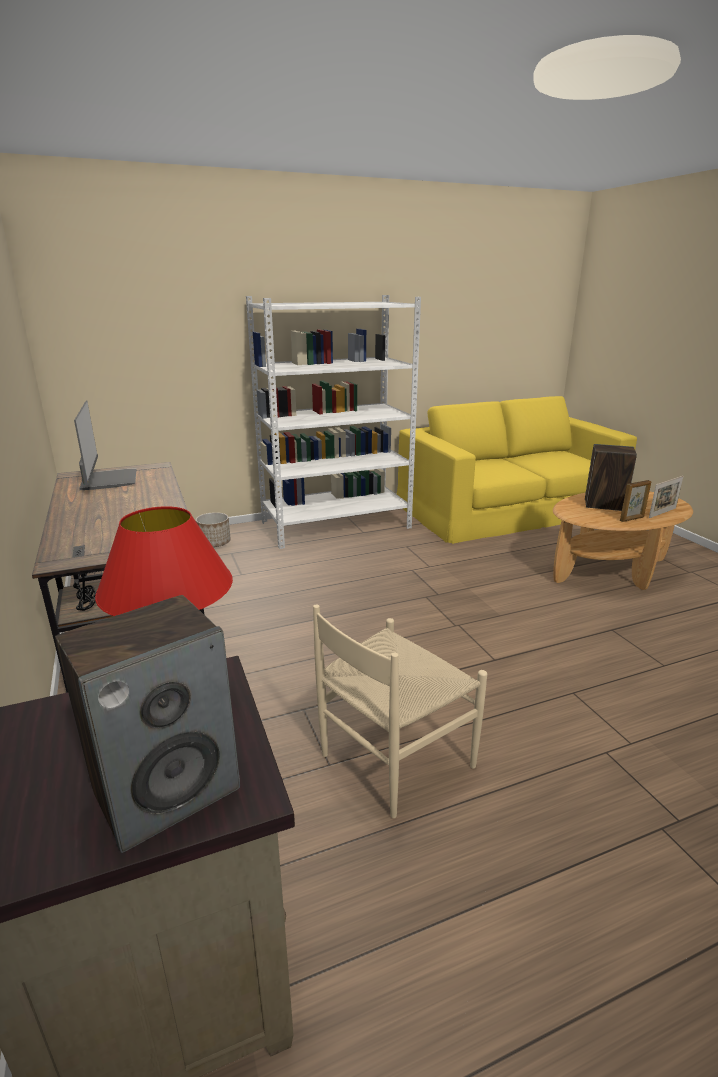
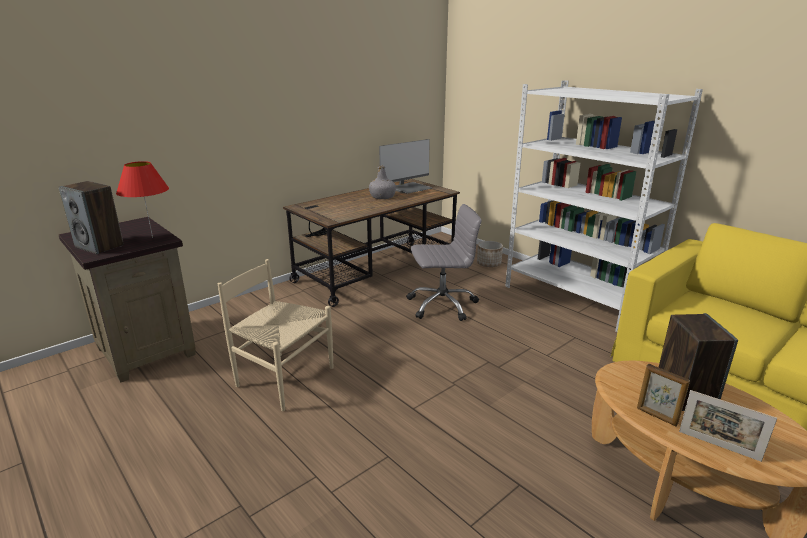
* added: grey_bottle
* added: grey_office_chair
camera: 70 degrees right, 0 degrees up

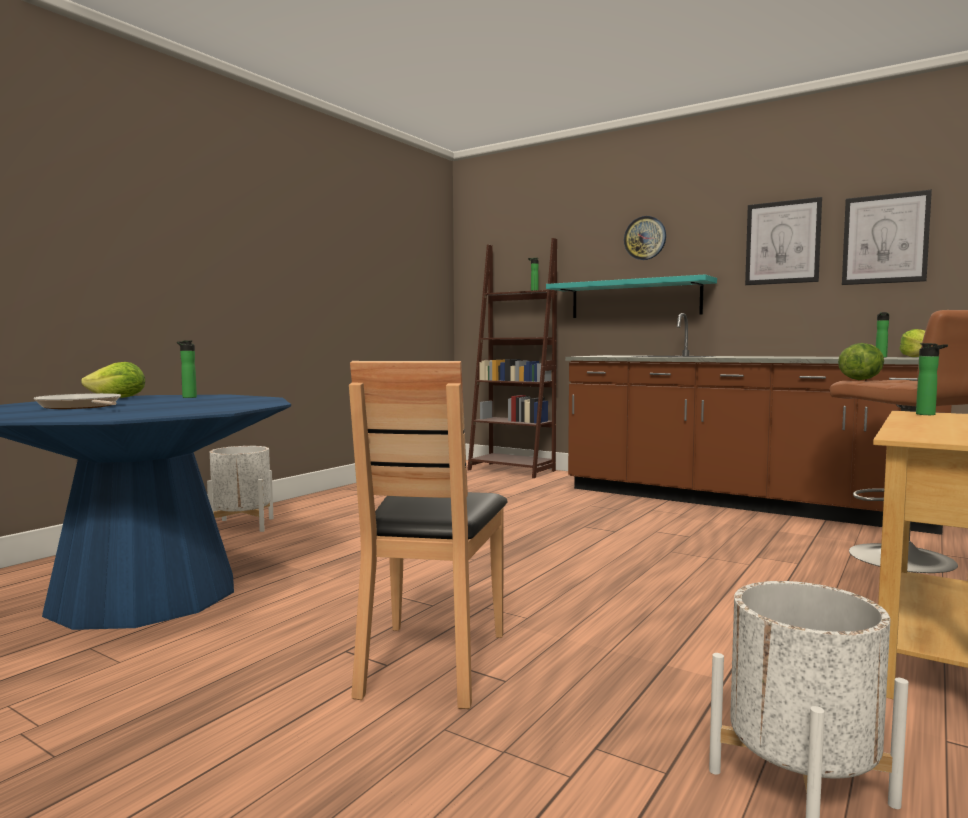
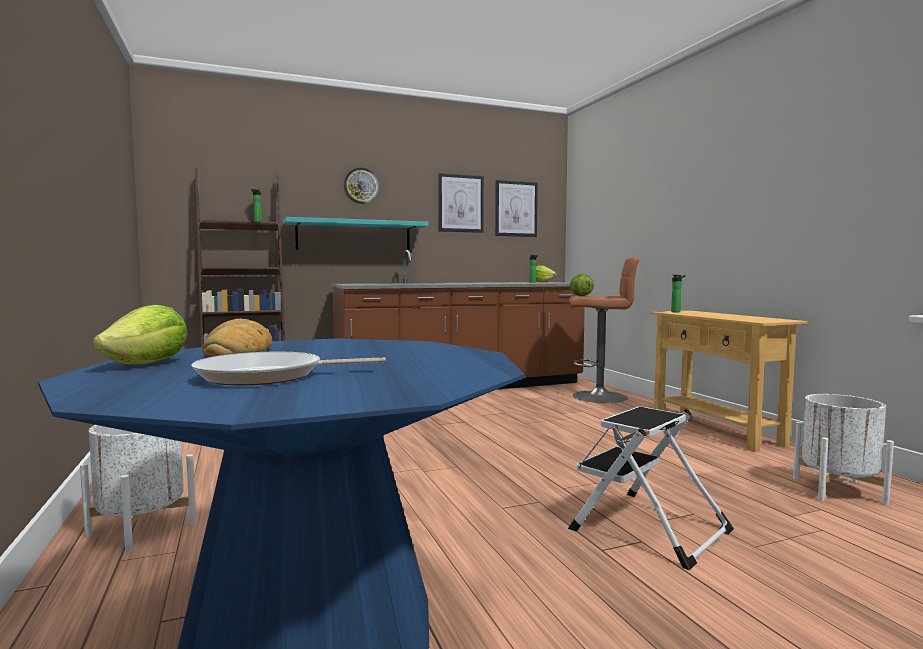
* replaced: bottle (1st from left) to bread
* replaced: brown_chair to step_ladder
camera: 55 degrees left, 0 degrees up

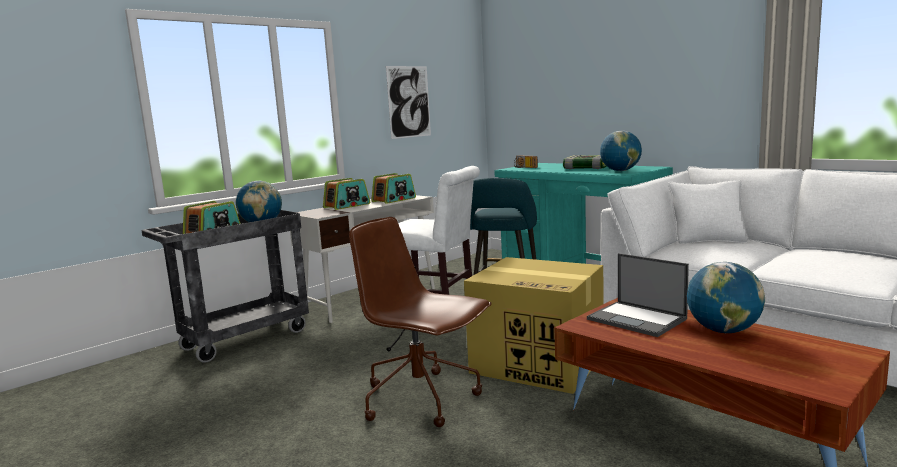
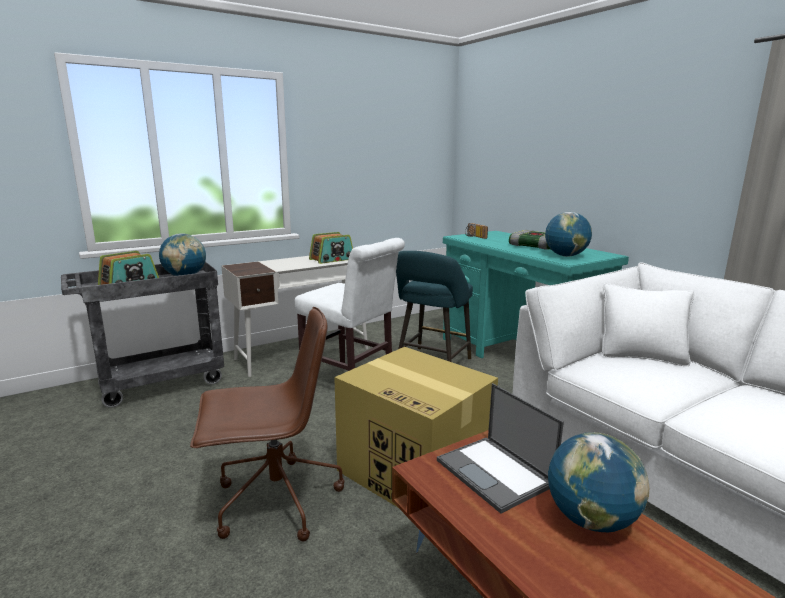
* removed: radio (2nd from left)
* turned: brown_office_chair 120 degrees clockwise
* removed: picture
camera: 10 degrees right, 5 degrees up

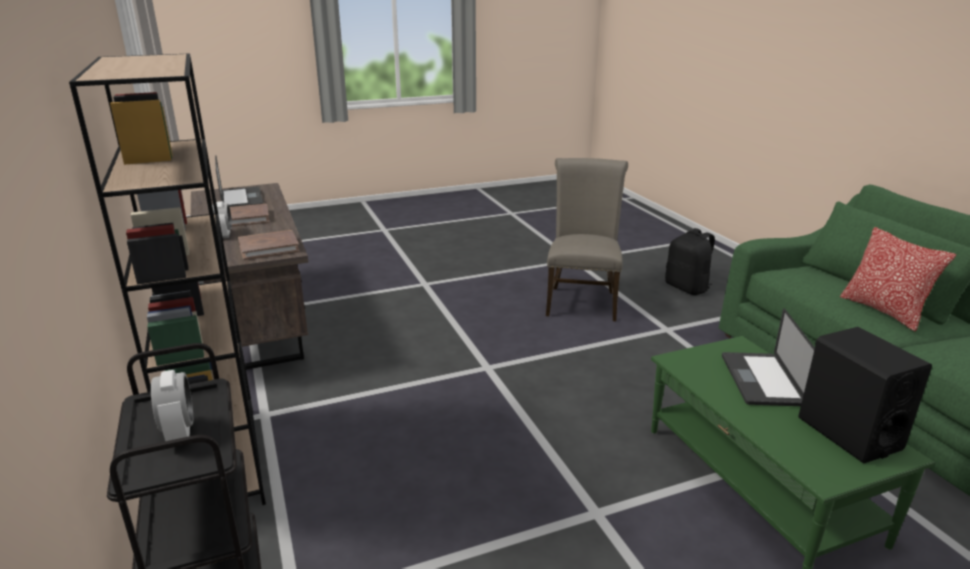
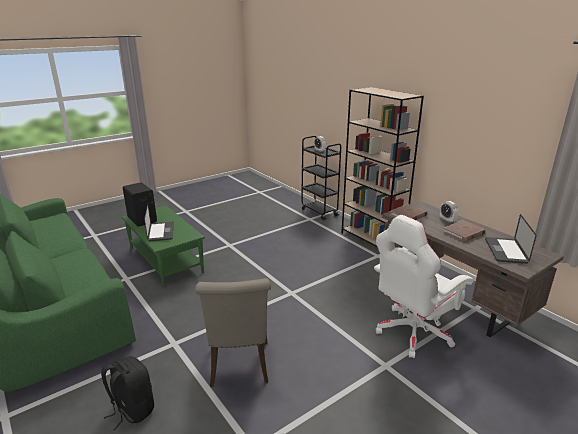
* turned: laptop (1st from left in the first image) 45 degrees clockwise
* removed: pillow
* added: white_office_chair
camera: 165 degrees right, 0 degrees up

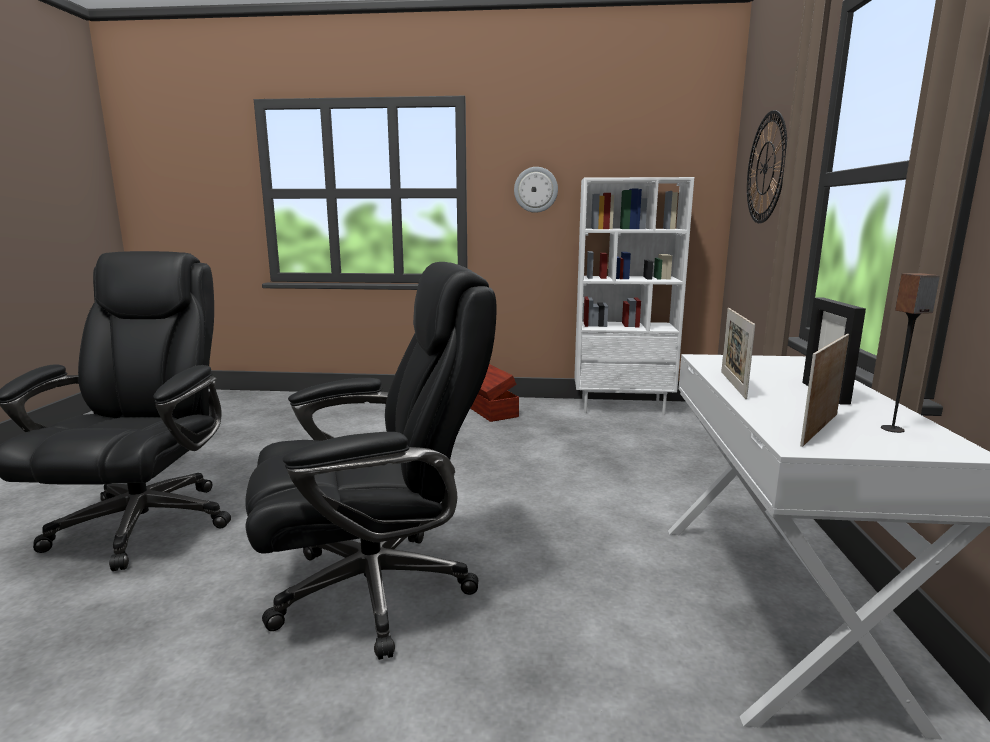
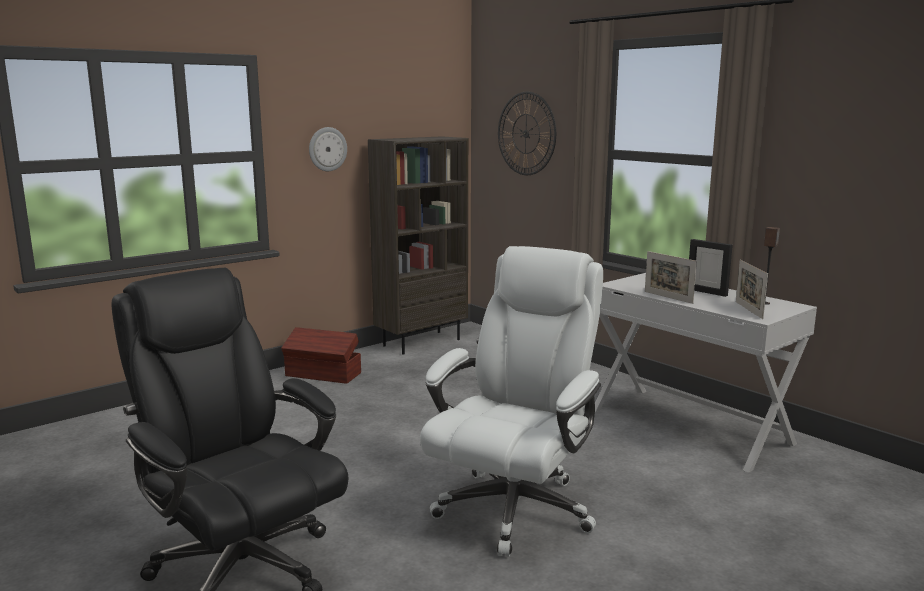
* recoloured: black_office_chair (2nd from left) to white_office_chair
* recoloured: white_bookcase to brown_bookcase
camera: 45 degrees left, 0 degrees up

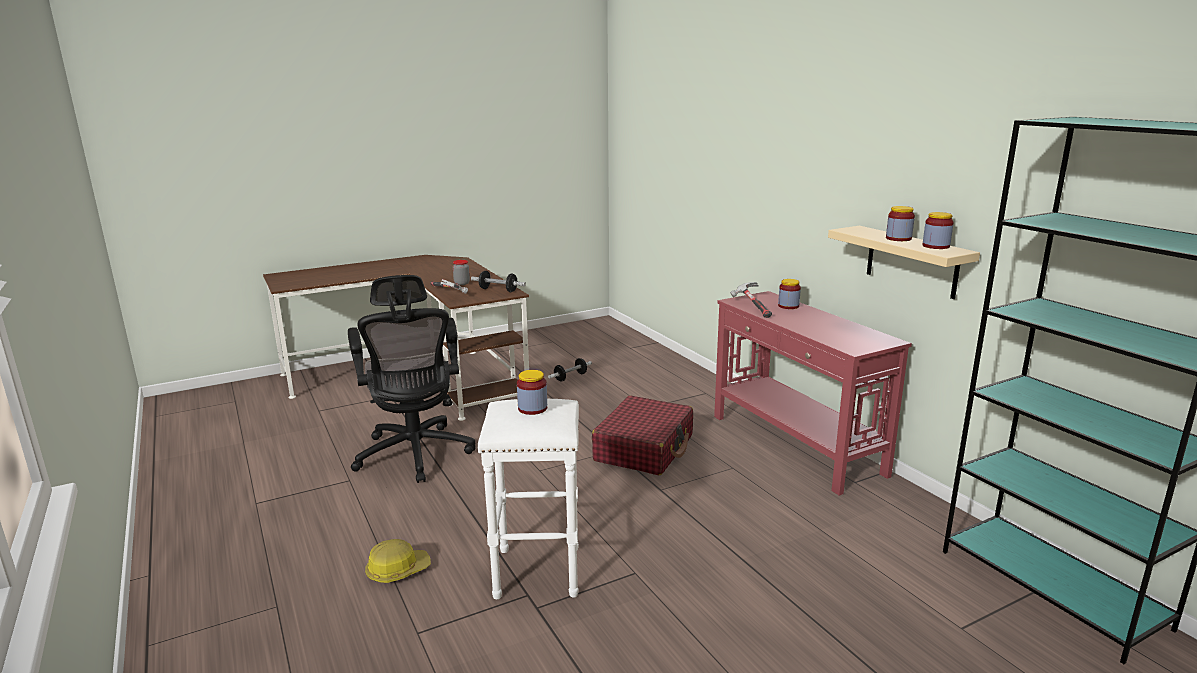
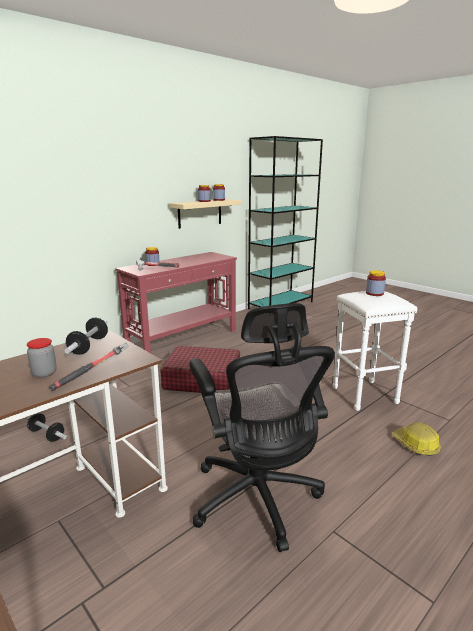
* turned: office_chair 105 degrees clockwise
camera: 105 degrees left, 0 degrees up

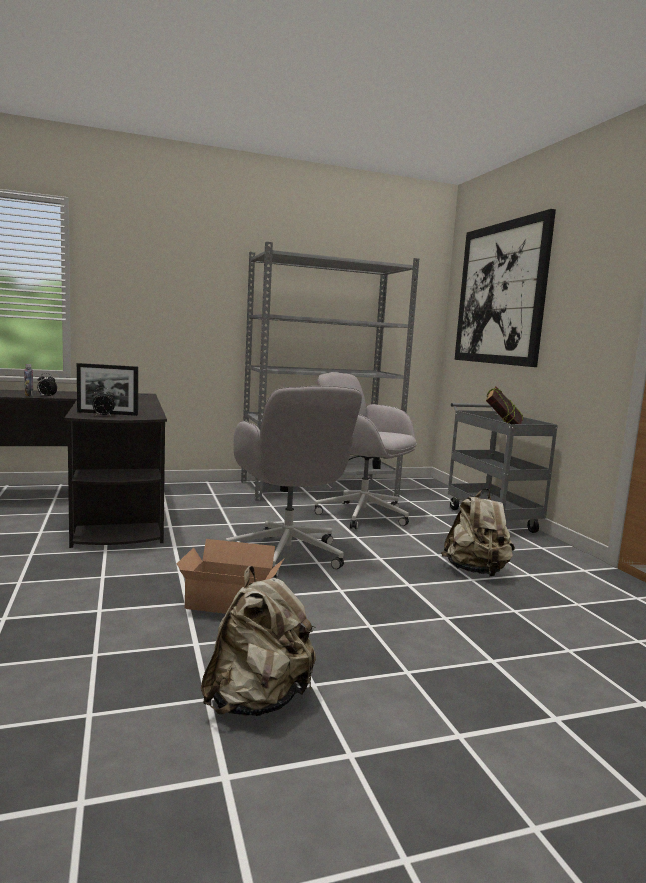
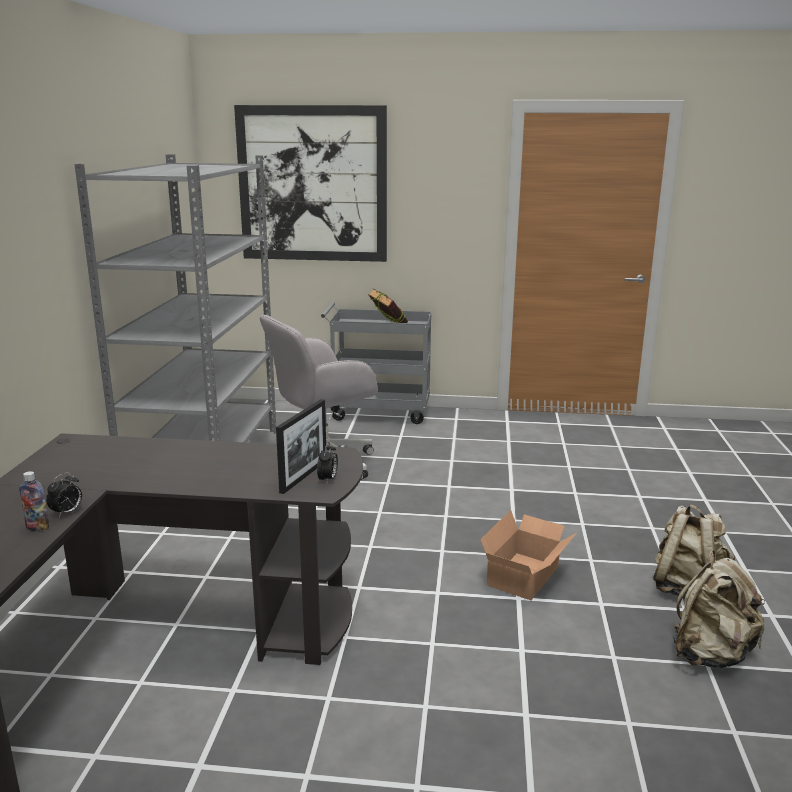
* removed: grey_office_chair (1st from left)
* moved: beige_backpack (2nd from left)
camera: 65 degrees left, 10 degrees up

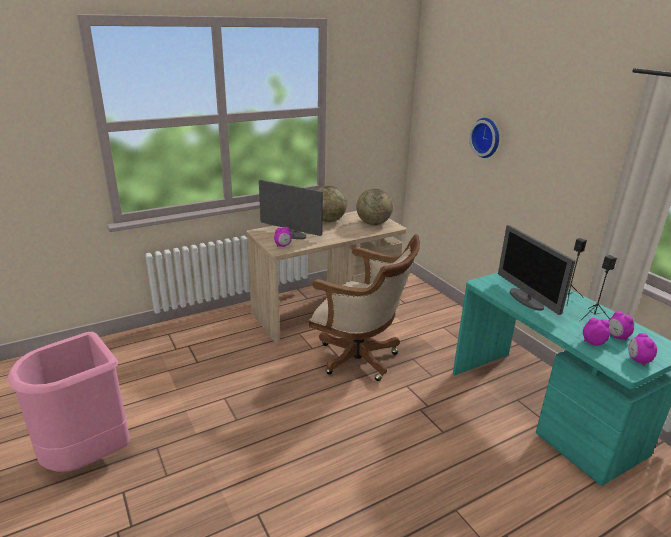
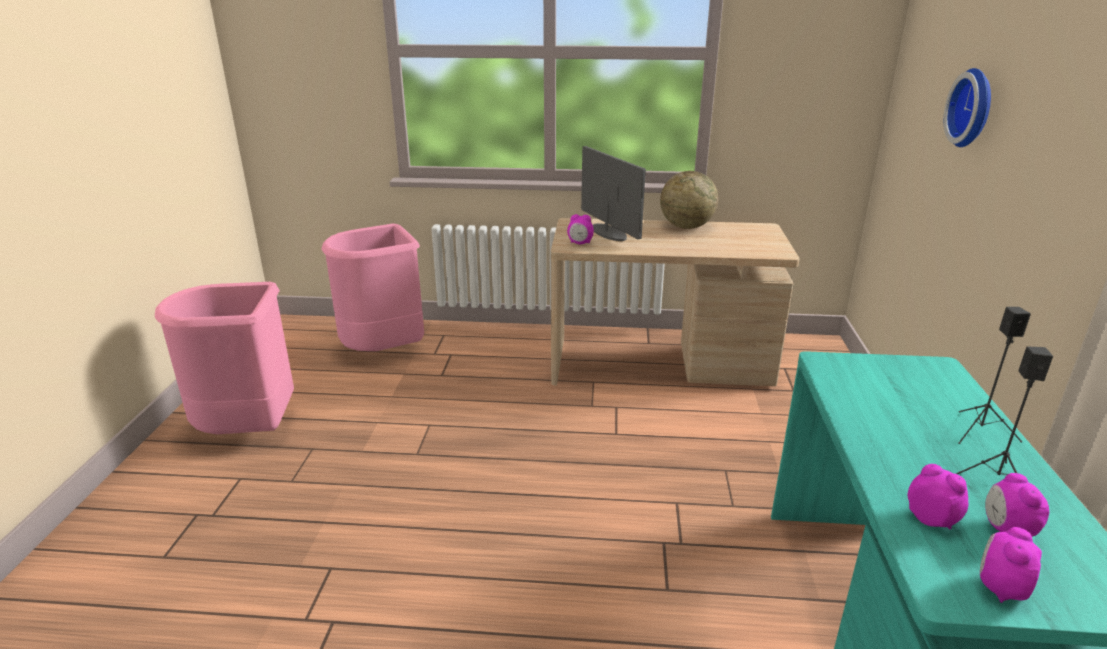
* removed: office_chair
* removed: globe (2nd from left)
* removed: monitor (2nd from left)
* added: pink_trash_can (2nd from left)
camera: 35 degrees right, 0 degrees up

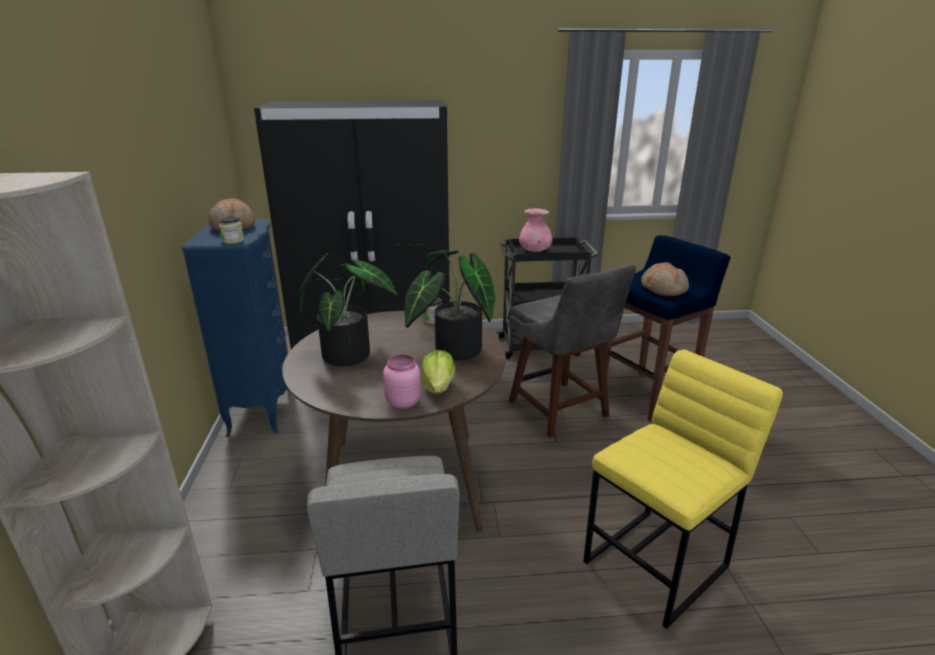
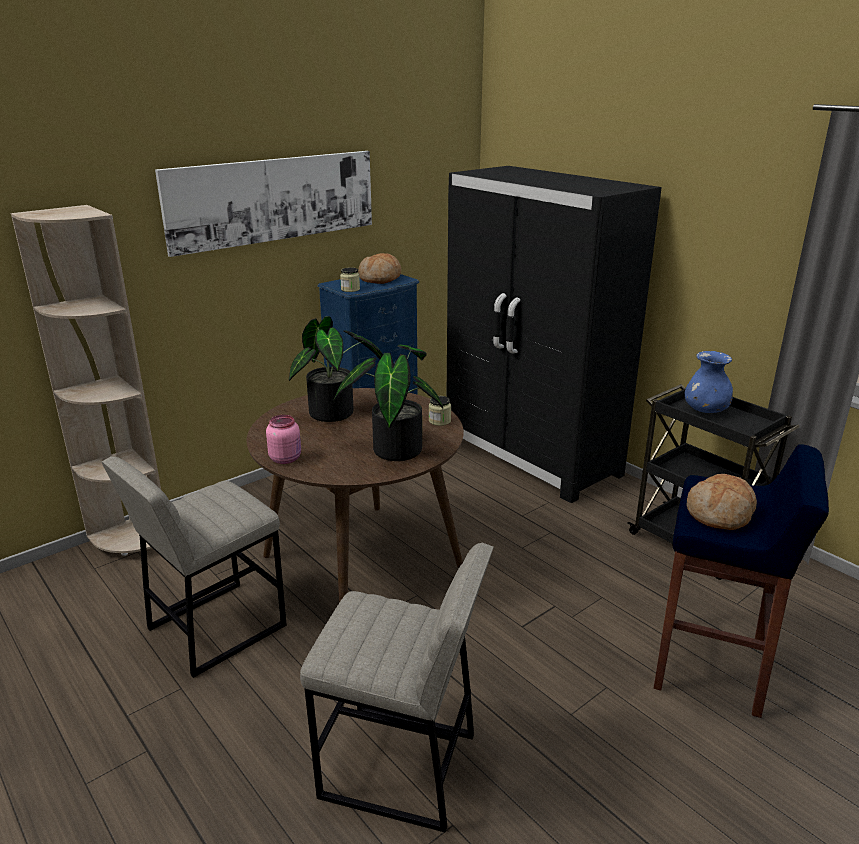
* removed: lettuce
* removed: grey_stool
* recoloured: pink_vase to blue_vase
* recoloured: yellow_chair to grey_chair (2nd from left)
* added: picture
camera: 55 degrees right, 0 degrees up

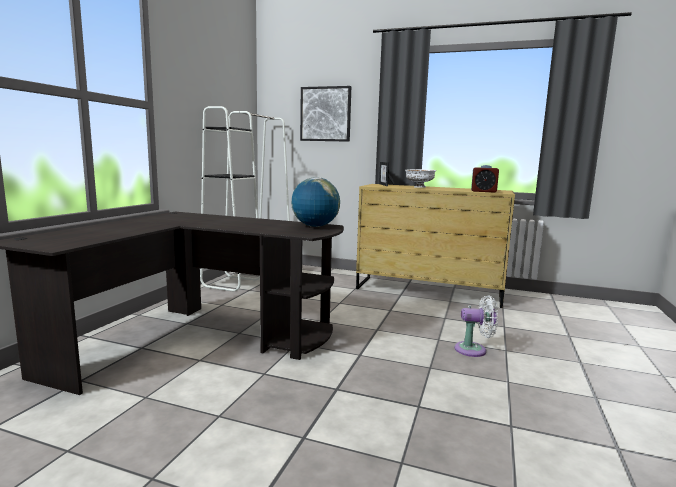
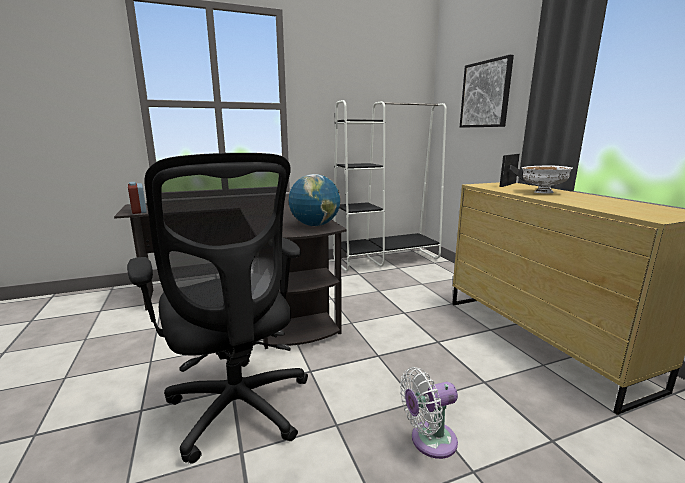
* turned: white_fan 105 degrees clockwise
* moved: alarm_clock
* added: black_office_chair
camera: 50 degrees right, 5 degrees up

